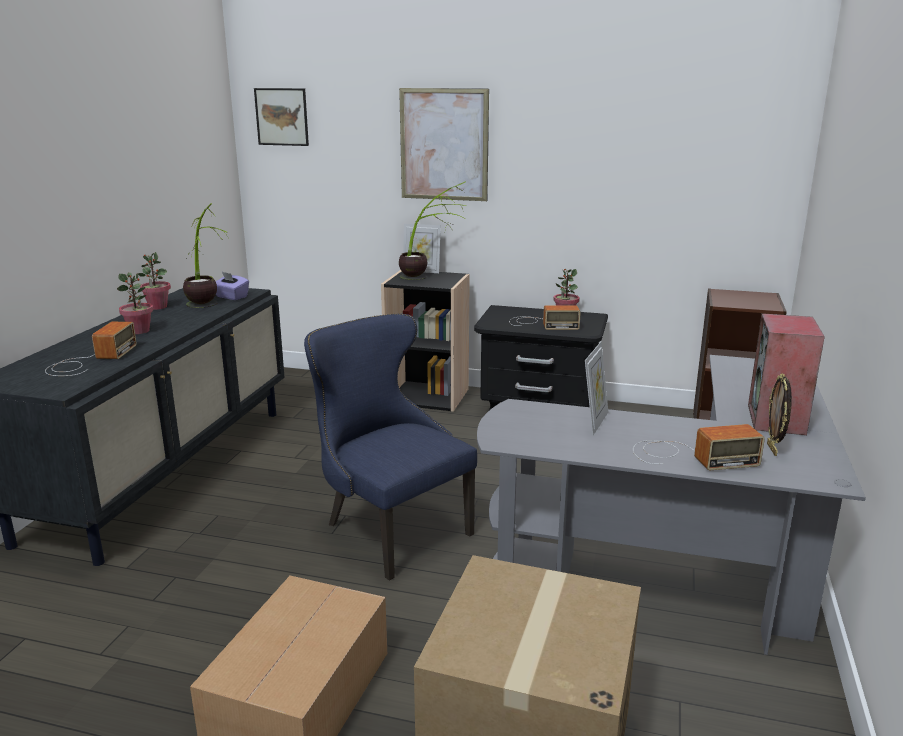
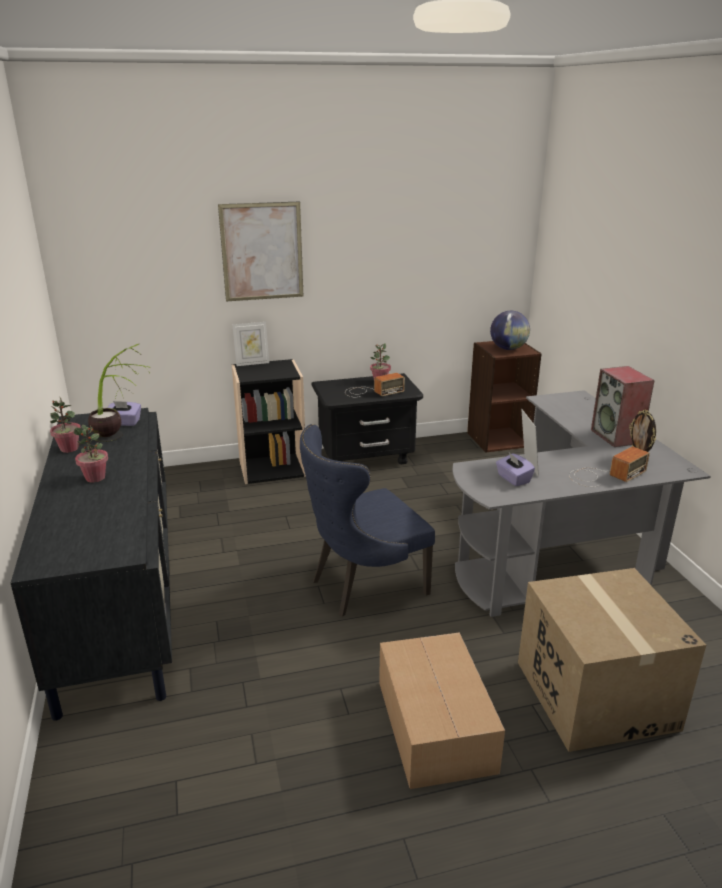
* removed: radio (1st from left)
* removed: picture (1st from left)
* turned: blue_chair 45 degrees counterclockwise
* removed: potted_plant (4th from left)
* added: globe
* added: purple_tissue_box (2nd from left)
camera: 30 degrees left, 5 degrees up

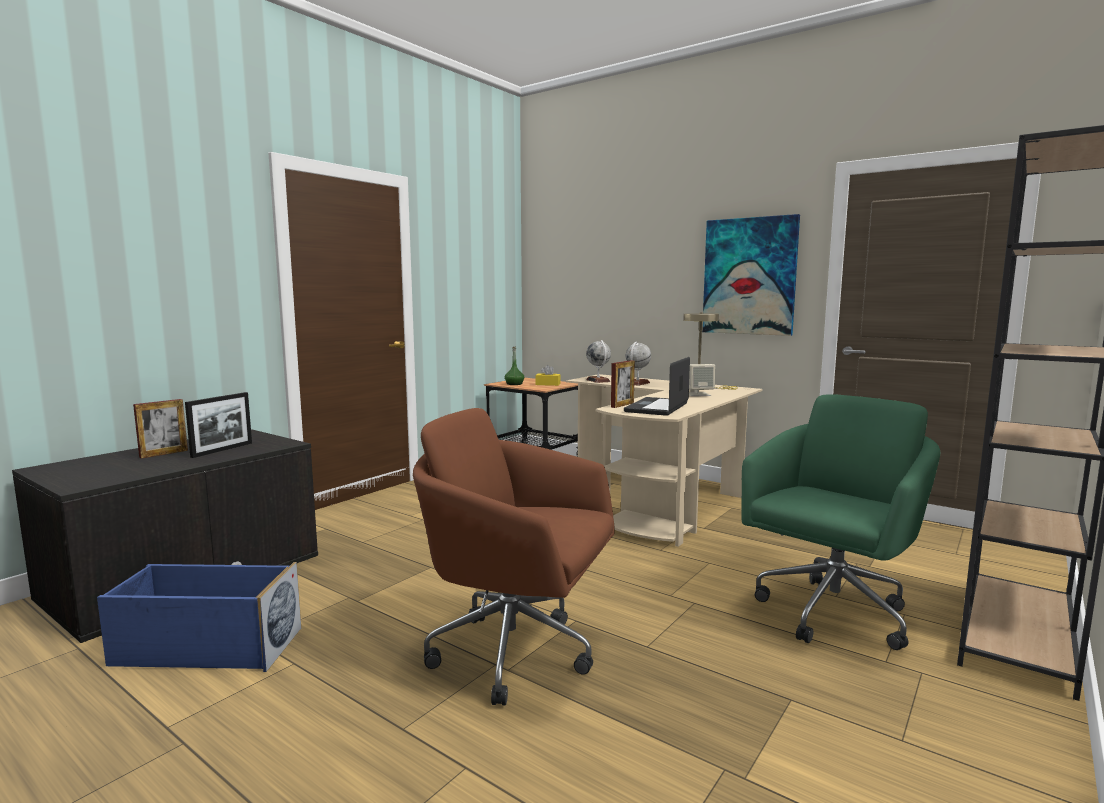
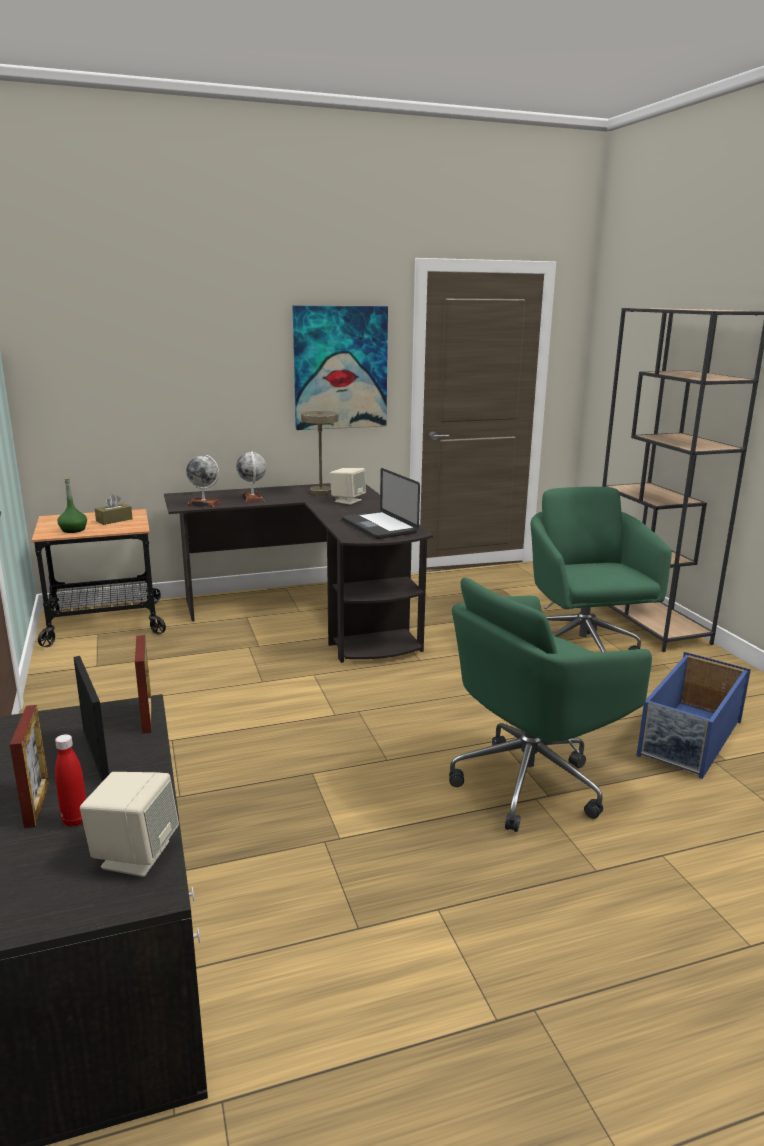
* moved: blue_storage_box
* recoloured: brown_office_chair to green_office_chair (1st from left)
* recoloured: yellow_tissue_box to brown_tissue_box
* recoloured: beige_desk to black_desk
* moved: picture_frame (3rd from left)
* added: red_bottle
* added: beige_speaker (1st from left)
camera: 55 degrees left, 10 degrees up

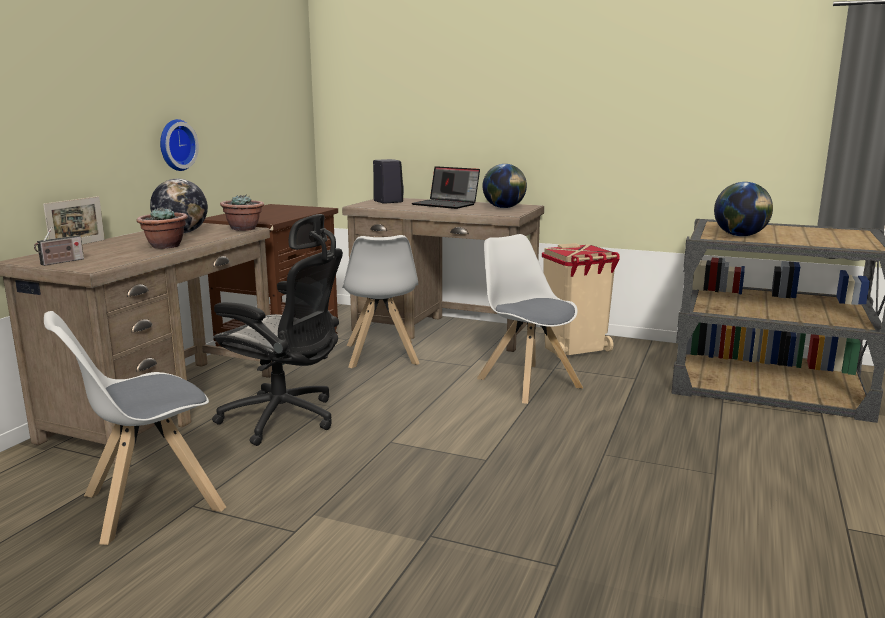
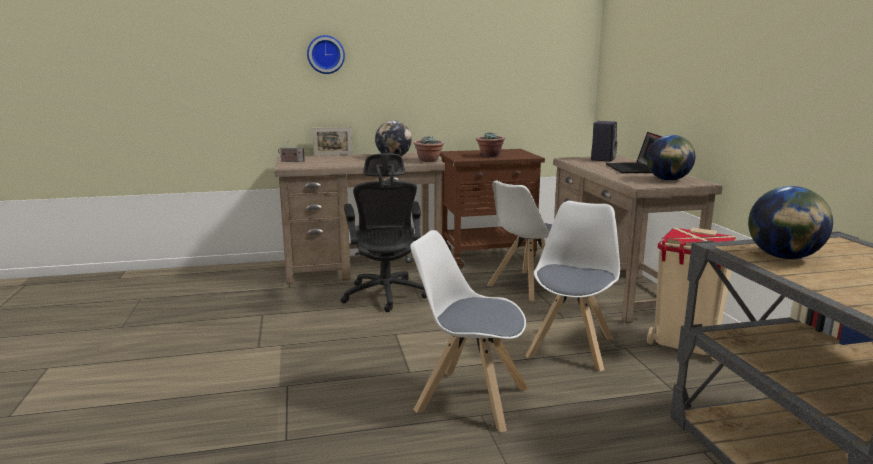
* moved: chair (1st from left)
* moved: potted_plant (1st from left in the first image) to potted_plant (2nd from left)
* moved: wall_clock
camera: 55 degrees right, 0 degrees up

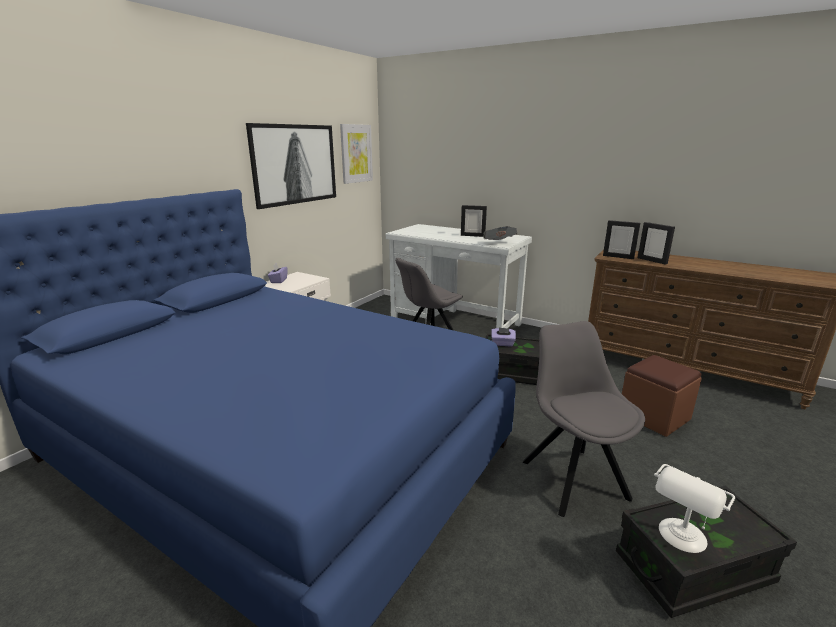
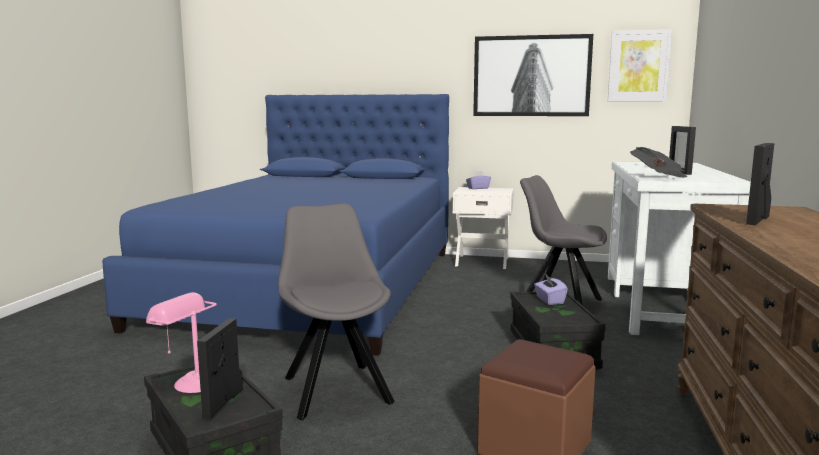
* turned: grey_chair (2nd from left in the first image) 75 degrees counterclockwise
* moved: picture_frame (2nd from left in the first image) to picture_frame (1st from left)
* recoloured: white_table_lamp to pink_table_lamp
camera: 70 degrees right, 10 degrees down

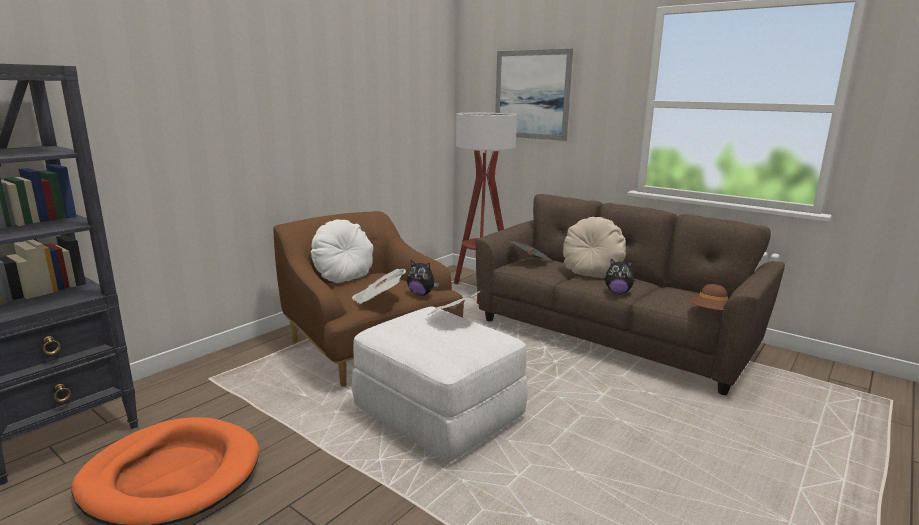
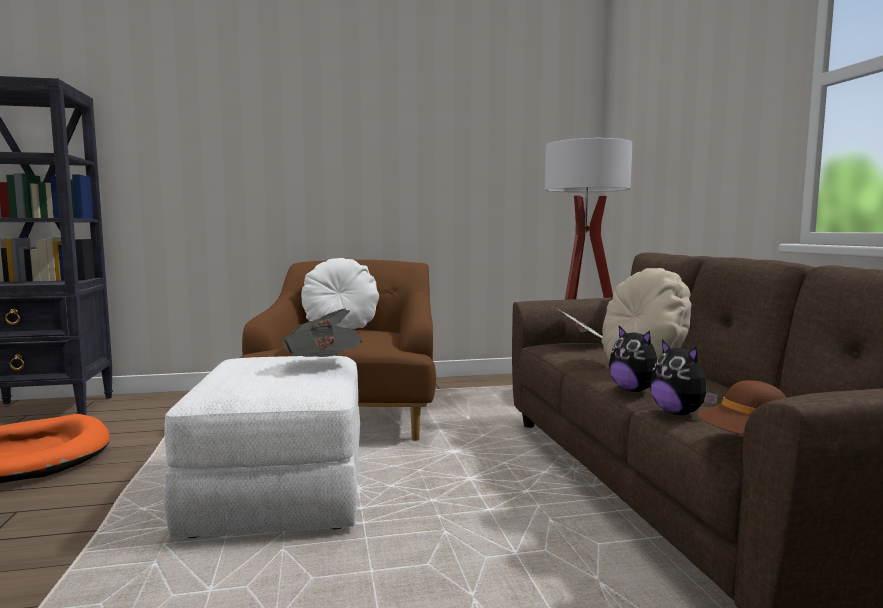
* moved: plush_toy (1st from left in the first image) to plush_toy (2nd from left)
* removed: picture
camera: 40 degrees right, 10 degrees down

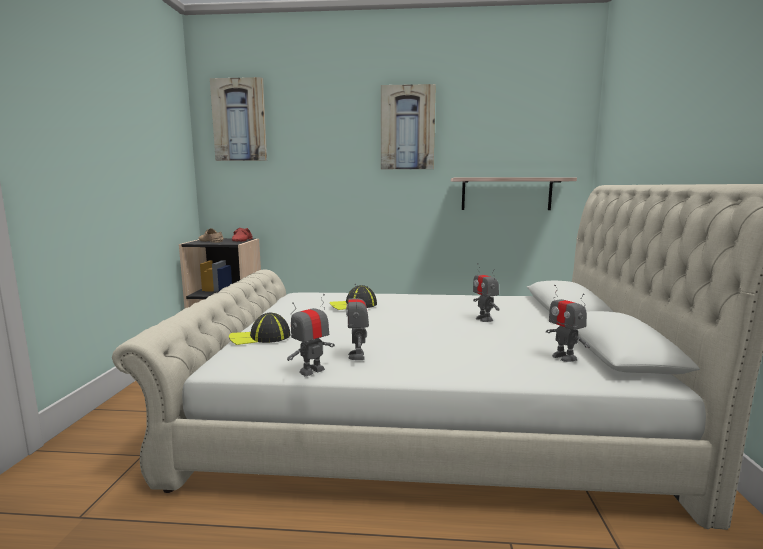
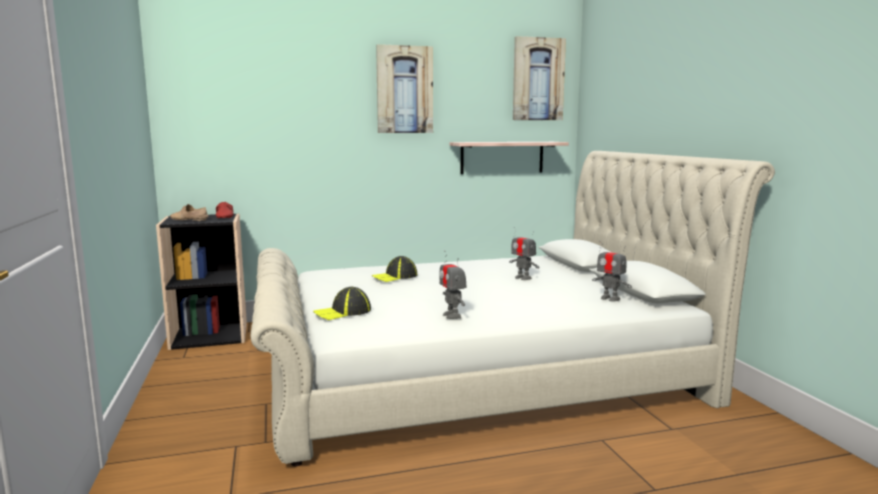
* moved: picture (1st from left in the first image) to picture (2nd from left)
* removed: toy_robot (1st from left)
camera: 20 degrees left, 0 degrees up

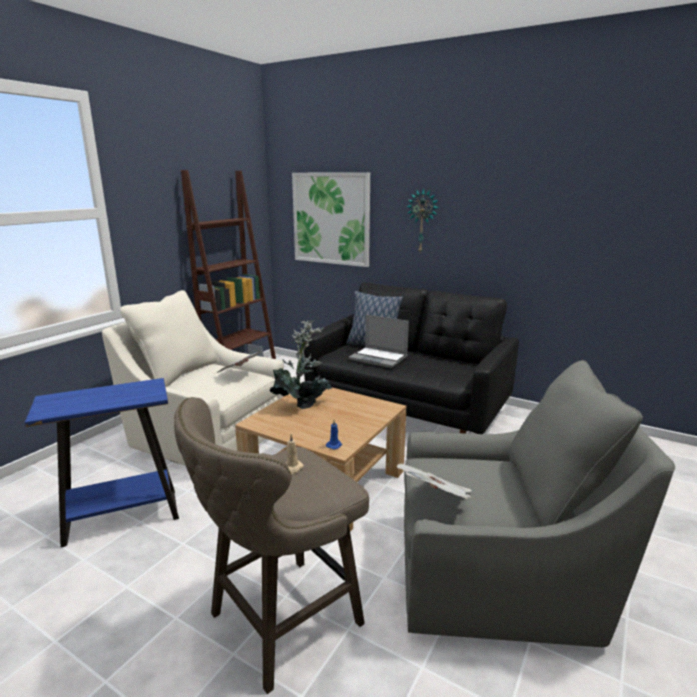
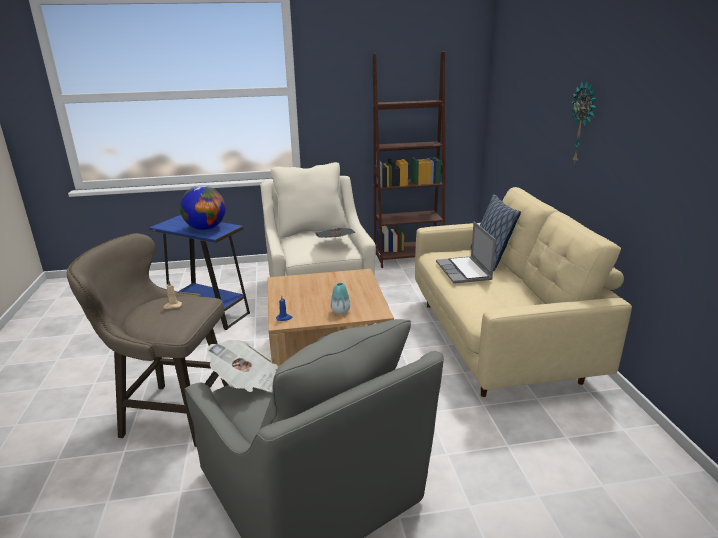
* removed: potted_plant
* removed: picture
* recoloured: black_sofa to beige_sofa
* added: globe
* added: vase
camera: 50 degrees right, 5 degrees up

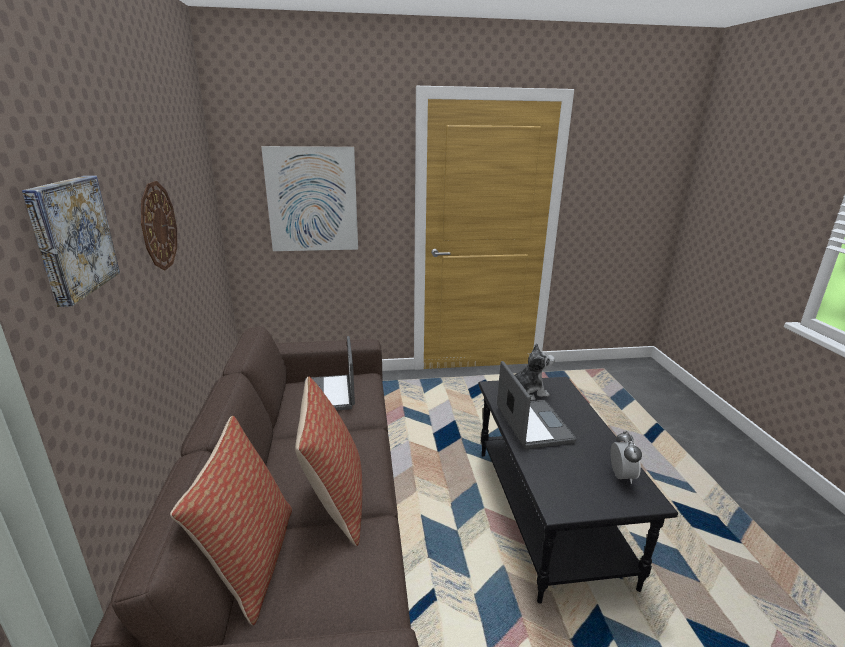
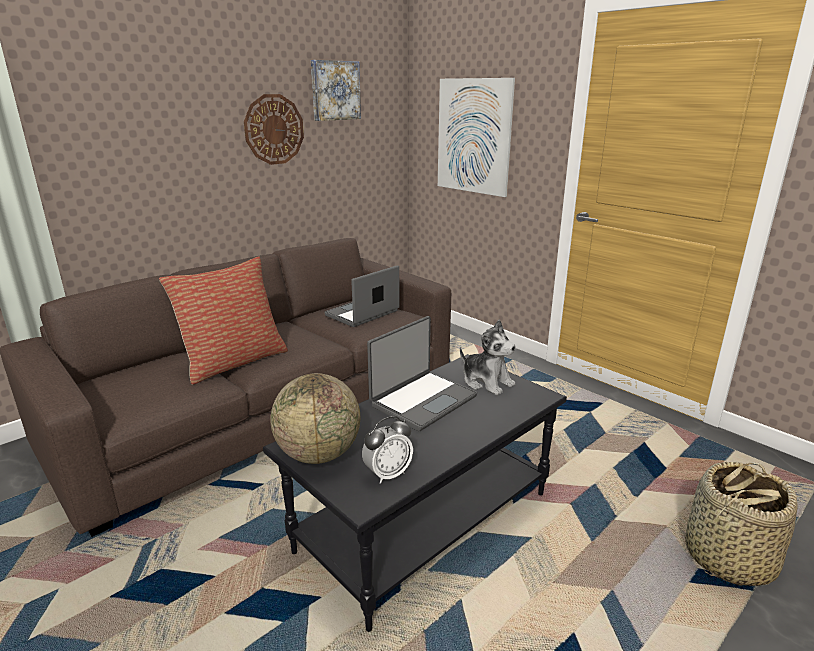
* moved: picture (1st from left)
* removed: pillow (1st from left)
* added: globe
* added: basket
camera: 55 degrees right, 0 degrees up

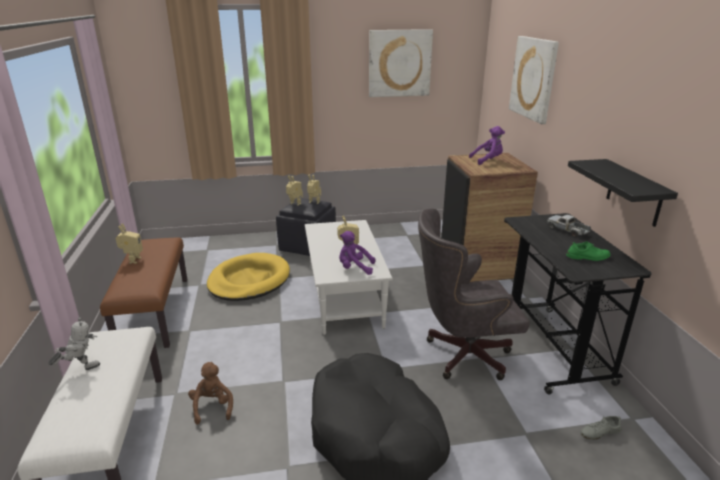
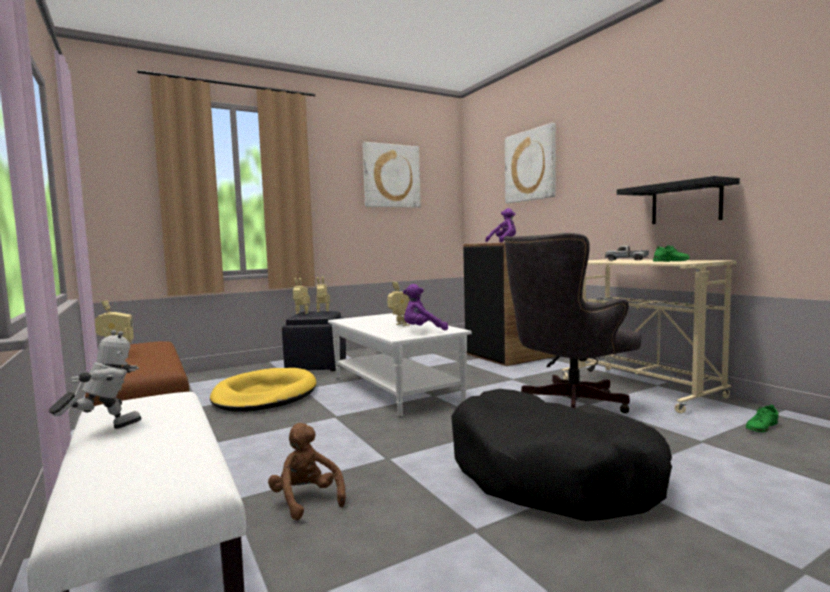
* recoloured: black_desk to beige_desk
* recoloured: grey_shoe to green_shoe (2nd from left)
camera: 20 degrees left, 20 degrees down

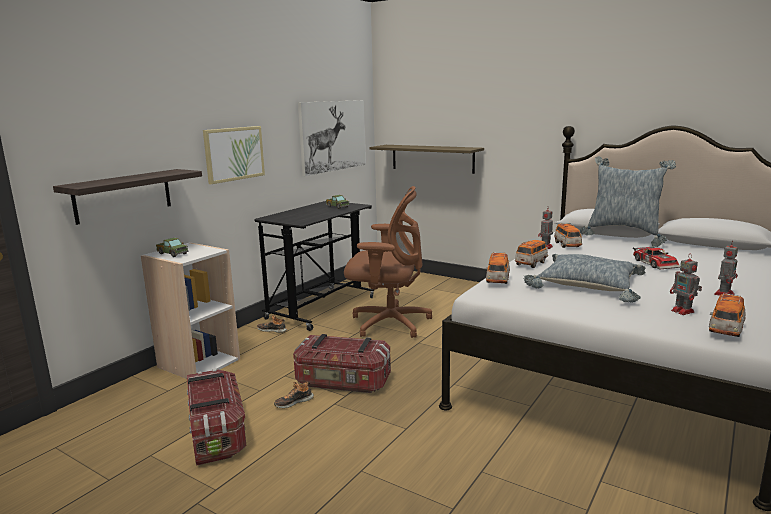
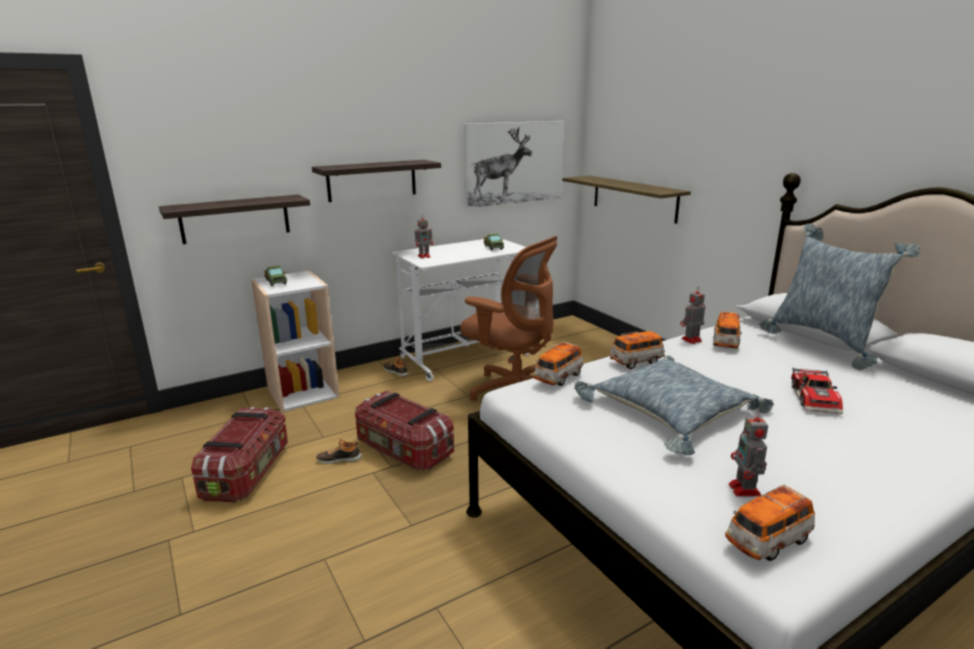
* replaced: picture (1st from left) to shelf (2nd from left)
* recoloured: black_desk to white_desk
* moved: toy_robot (3rd from left in the first image) to toy_robot (1st from left)
camera: 25 degrees right, 5 degrees up

